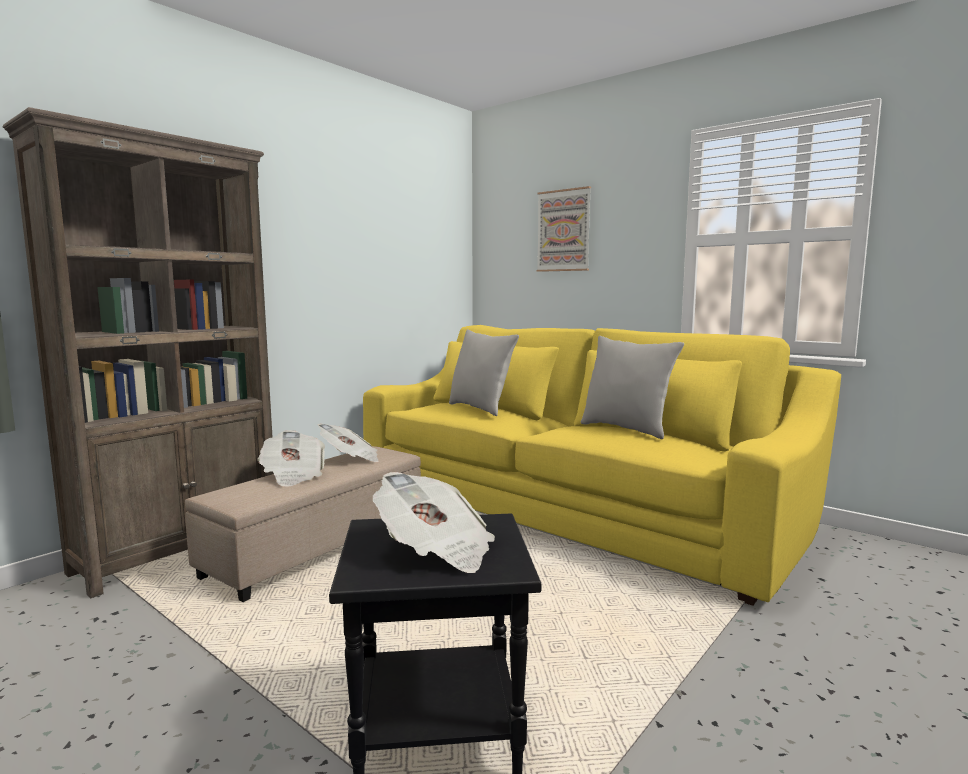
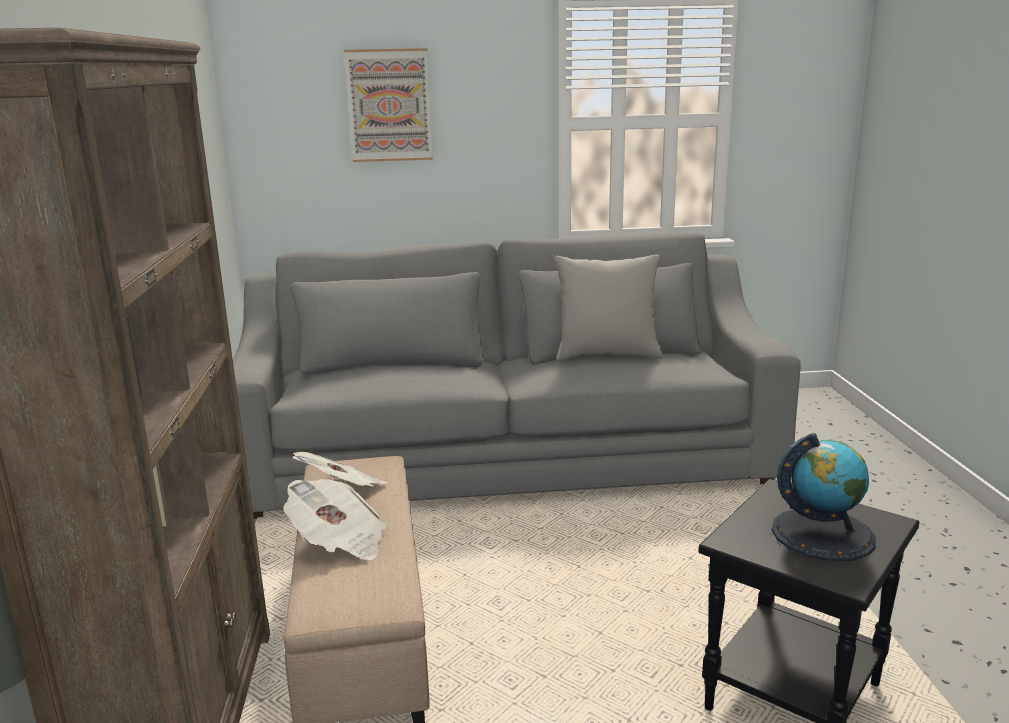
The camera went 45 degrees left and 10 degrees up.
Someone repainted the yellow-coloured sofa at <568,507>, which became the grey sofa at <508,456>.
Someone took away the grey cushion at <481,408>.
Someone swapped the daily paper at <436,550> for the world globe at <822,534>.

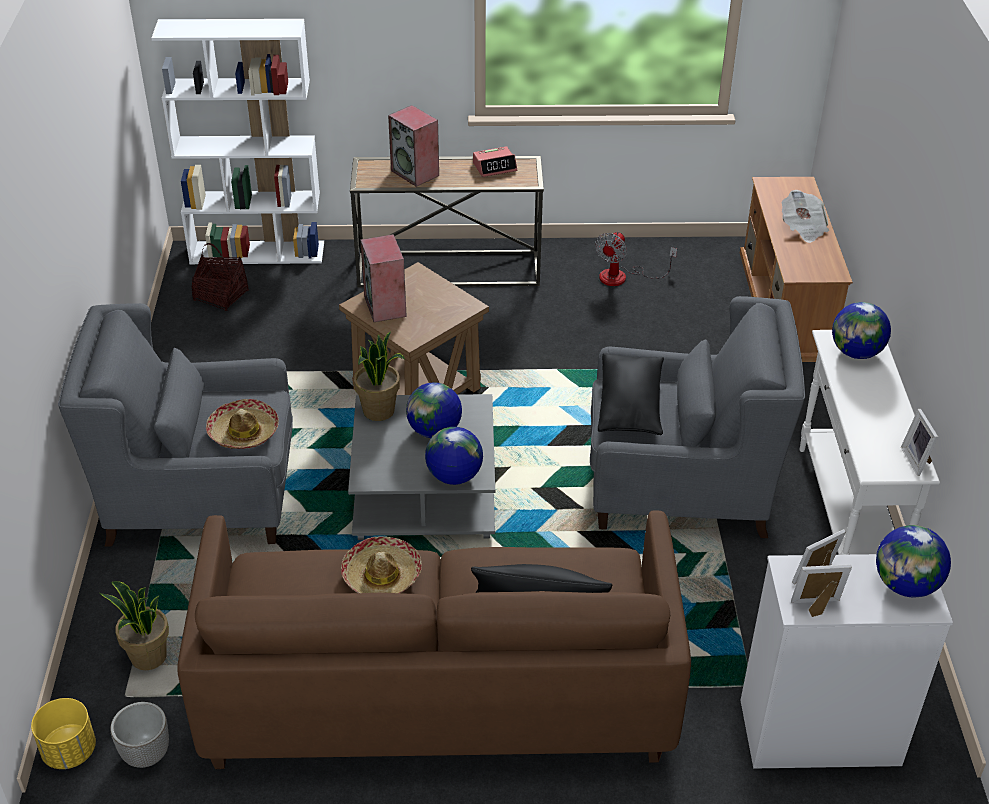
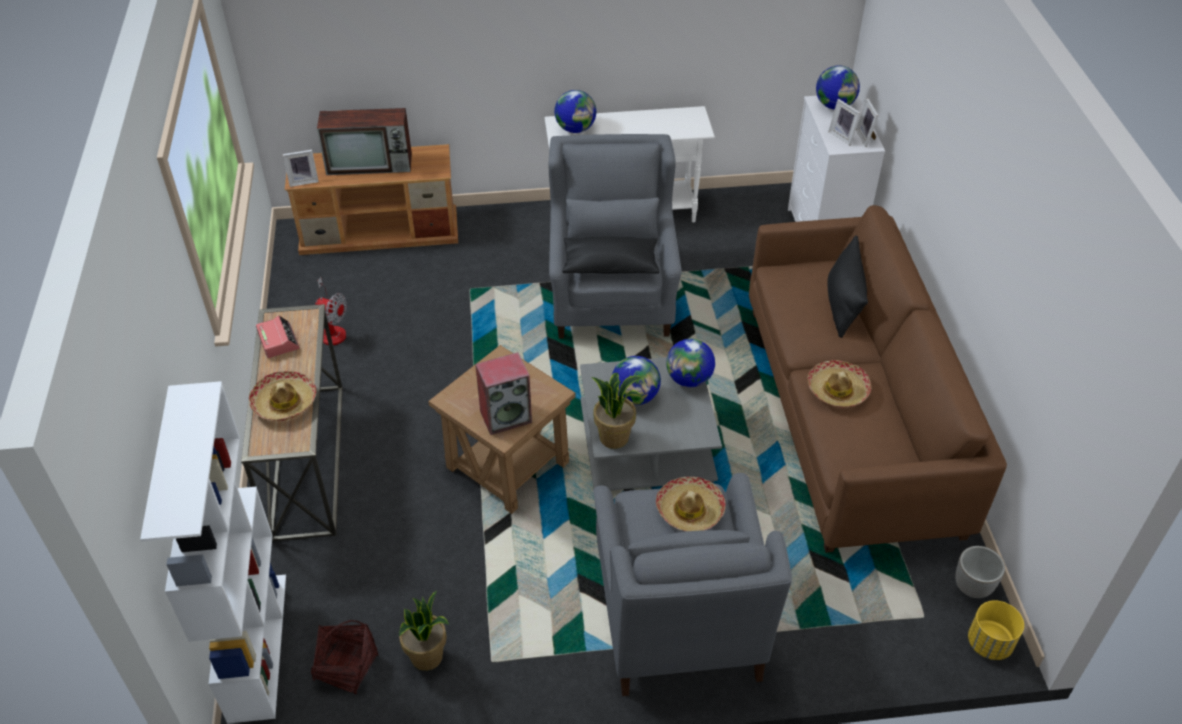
The camera went 95 degrees left and 5 degrees up.
Someone swapped the speaker at <416,173> for the clothing hat at <284,402>.
Someone swapped the daily paper at <803,228> for the television at <371,164>.
Someone carried the standing frame from <917,460> to <303,181>.
Someone carried the potted plant from <148,657> to <427,657>.

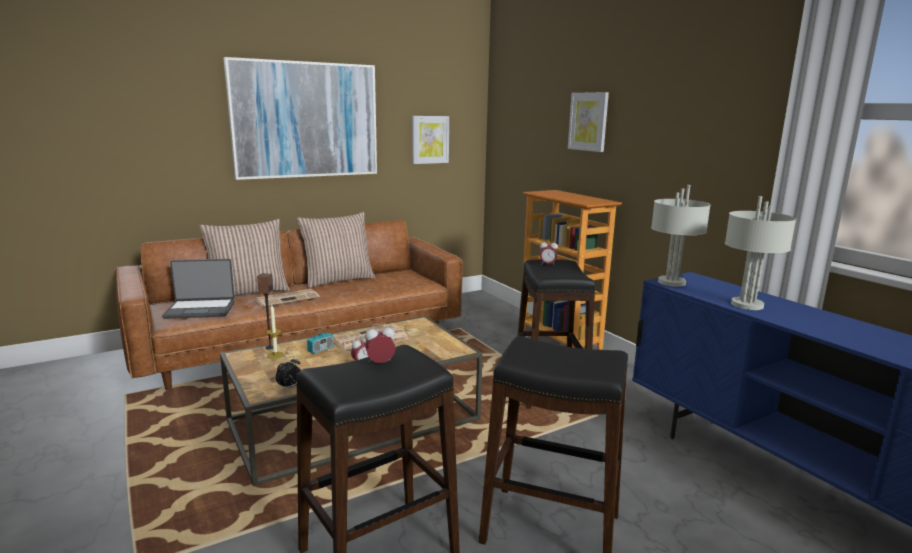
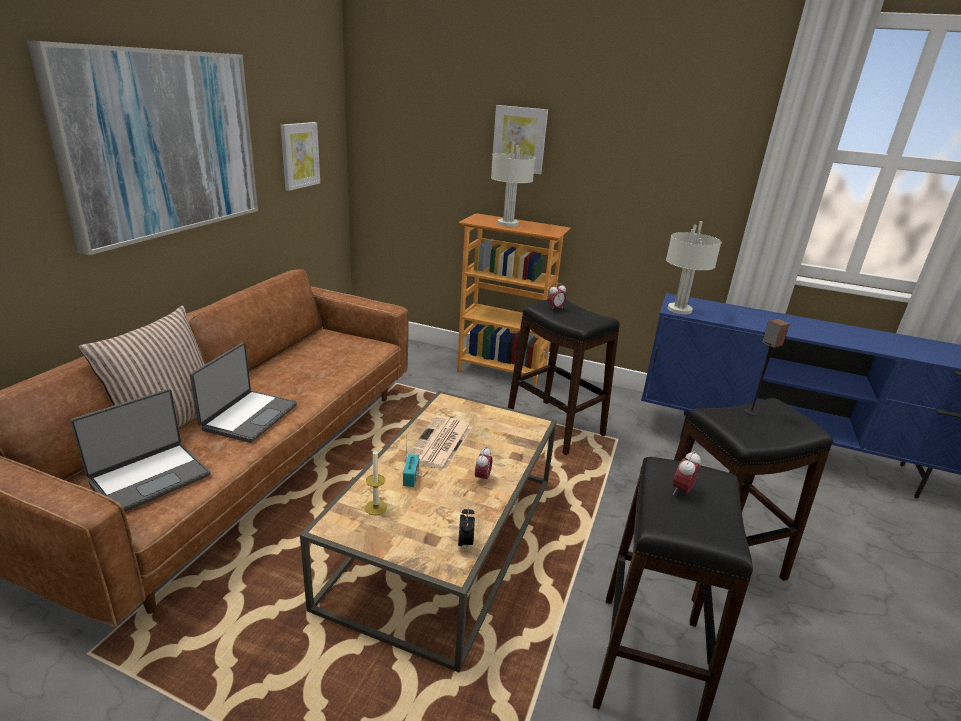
The camera went 40 degrees left and 10 degrees up.
Someone carried the grey table lamp from <746,304> to <507,223>.
Someone took away the cushion at <338,280>.
Someone carried the speaker from <270,347> to <751,412>.
Someone swapped the daily paper at <288,298> for the laptop at <248,417>.

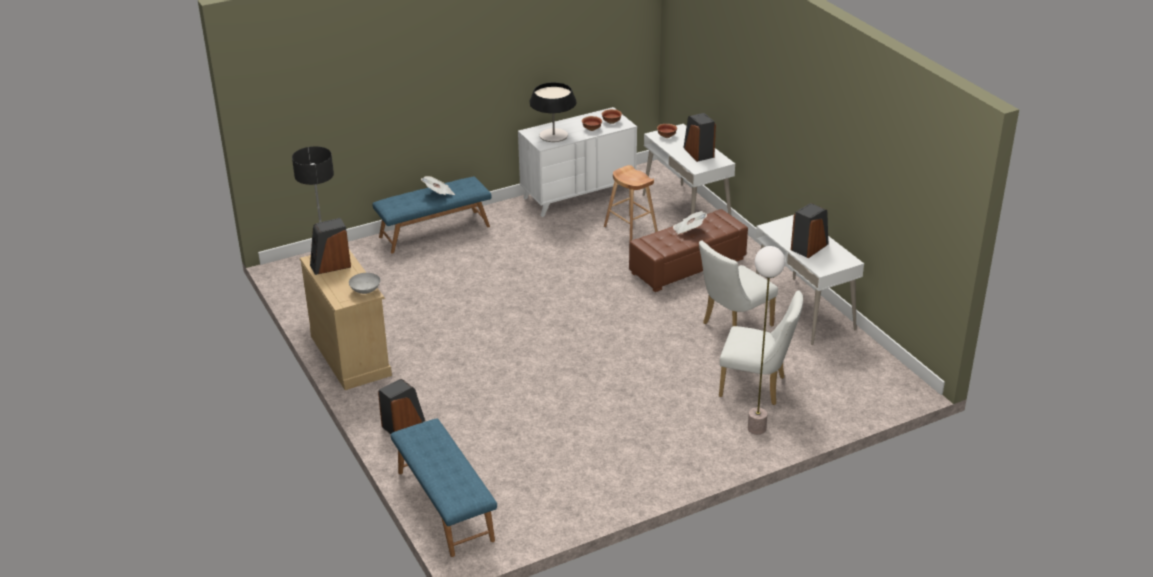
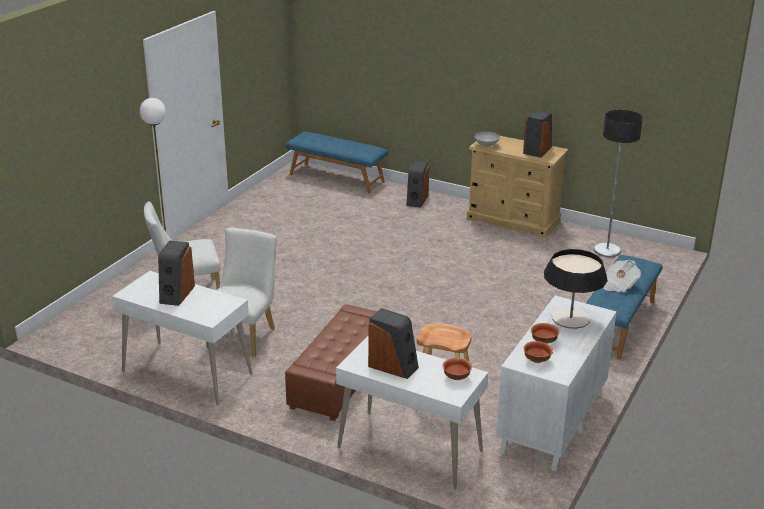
The camera went 145 degrees right and 5 degrees down.
Someone took away the daily paper at <688,230>.

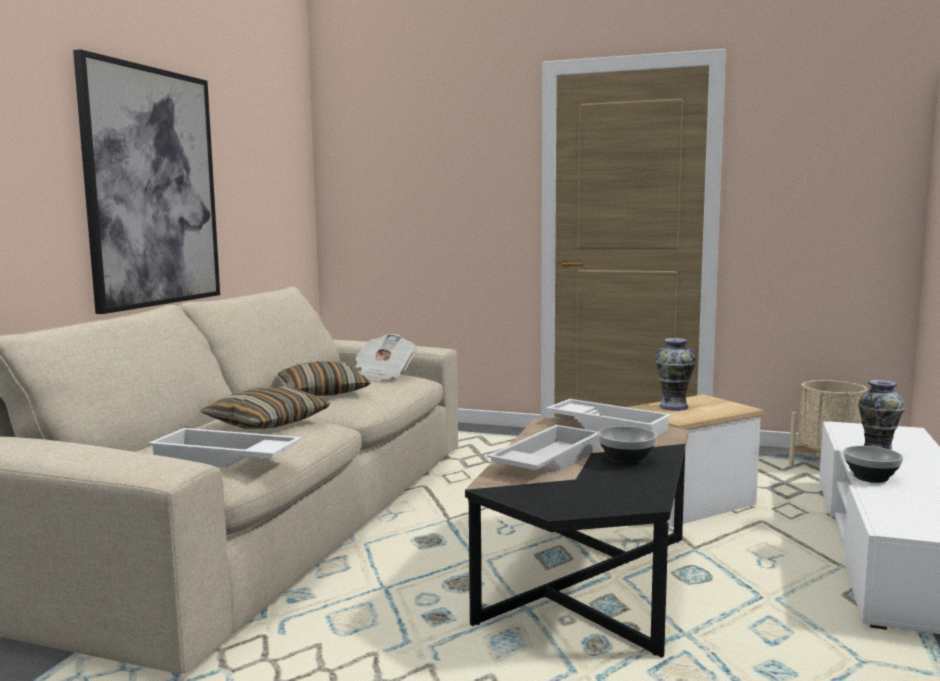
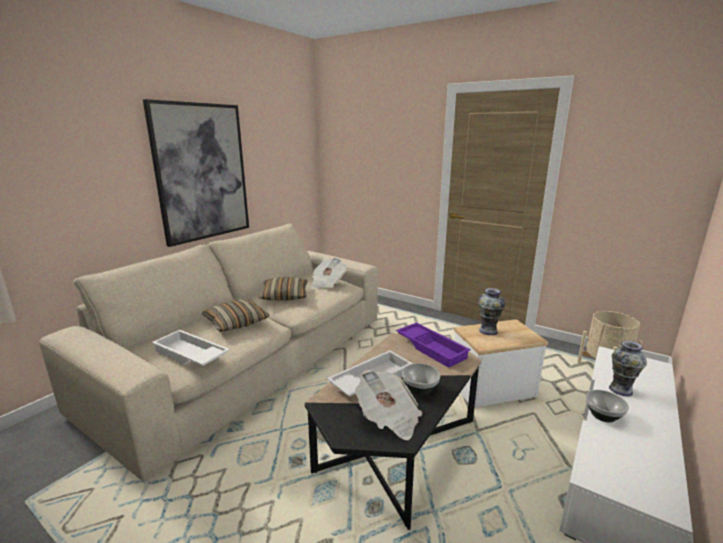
The camera went 15 degrees right and 10 degrees up.
Someone repainted the white-coloured carrying tray at <609,426>, which became the purple-coloured carrying tray at <432,348>.
Someone put down the daily paper at <389,418>.

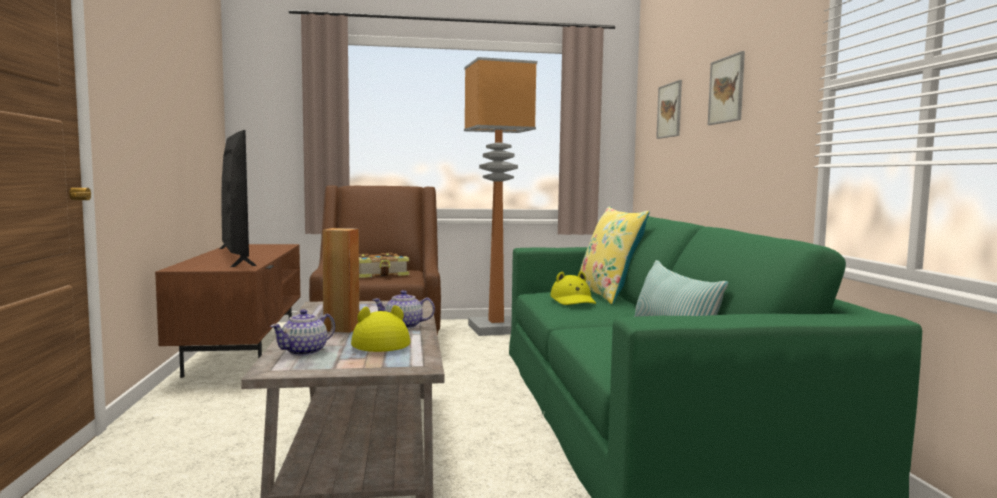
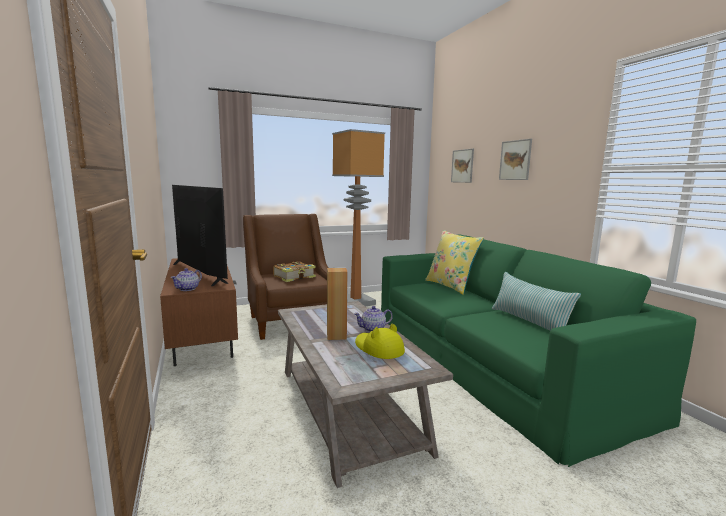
The camera went 15 degrees left and 5 degrees up.
Someone took away the yellow-coloured clothing hat at <573,301>.
Someone carried the pot for tea from <305,352> to <188,289>.

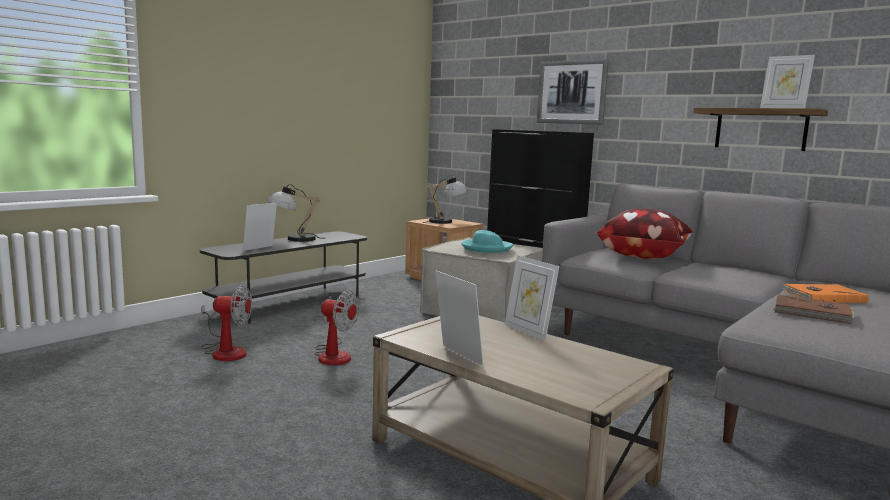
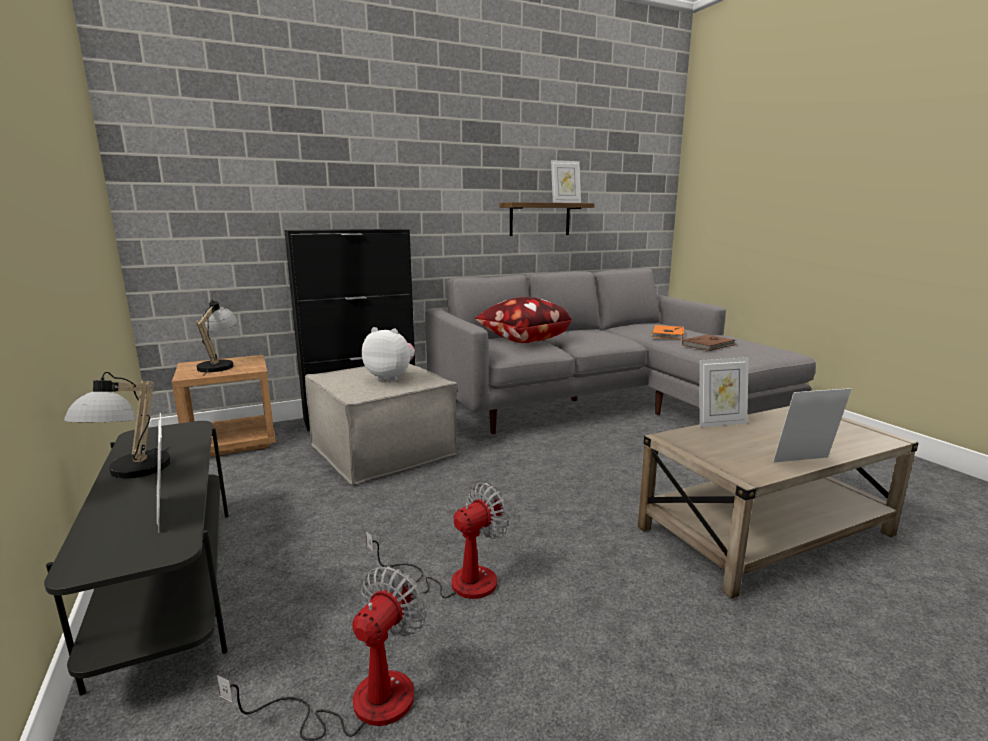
The camera went 65 degrees left and 5 degrees up.
Someone took away the picture at <572,92>.
Someone swapped the turquoise clothing hat at <486,248> for the soft toy at <391,377>.

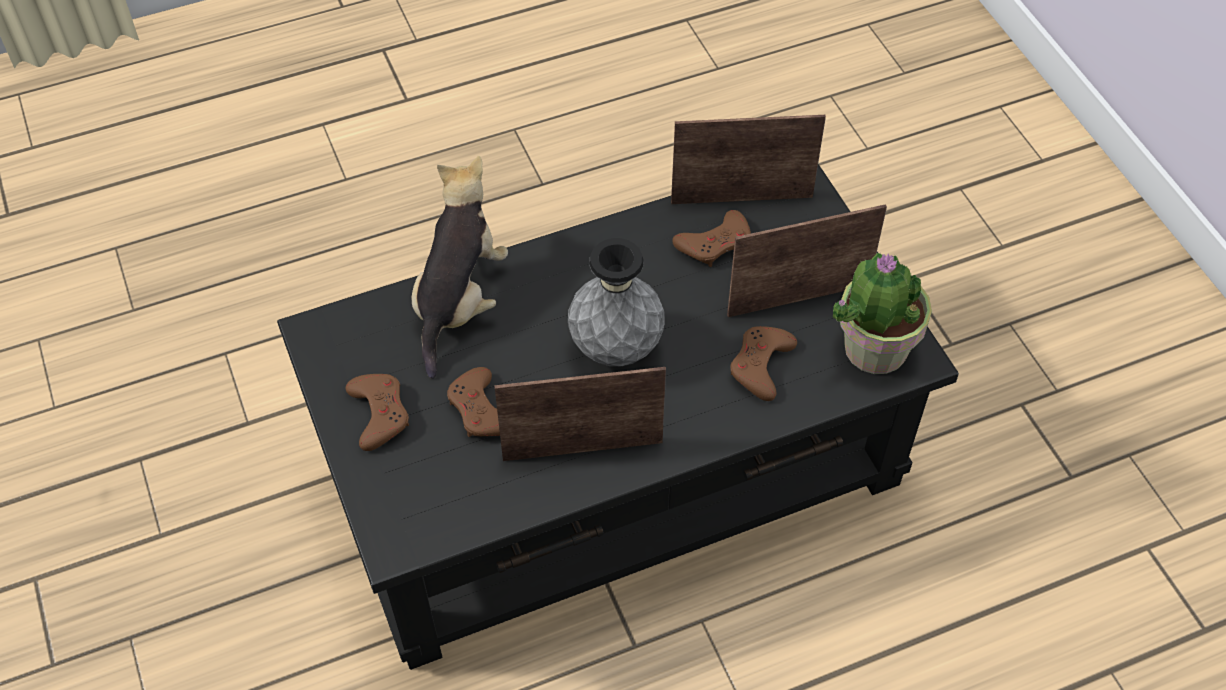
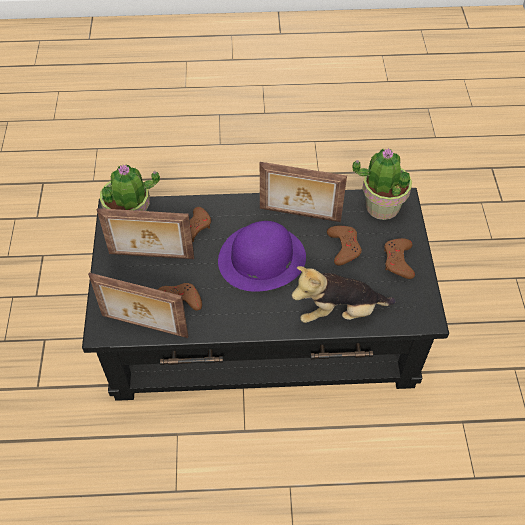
The camera went 160 degrees left and 0 degrees up.
Someone rotated the soft toy at <459,300> by 45 degrees clockwise.
Someone swapped the grey decorative vase at <616,348> for the purple-coloured clothing hat at <261,258>.
Someone put down the potted plant at <381,206>.

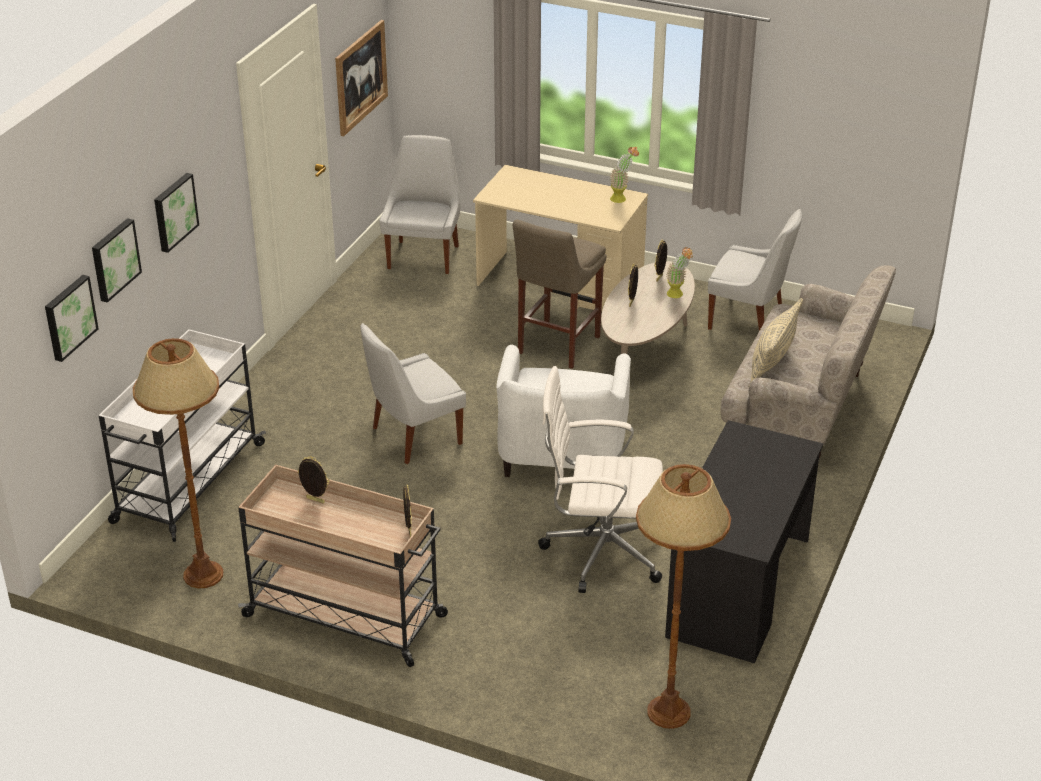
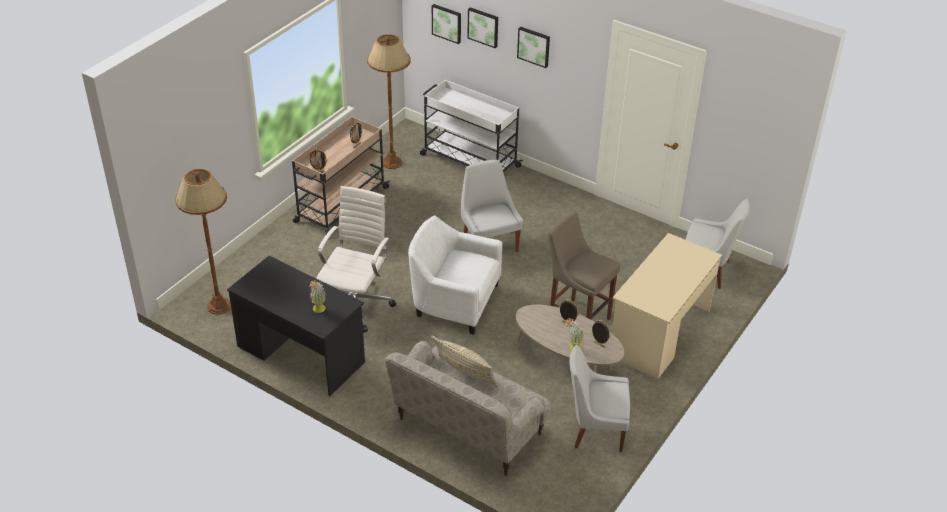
The camera went 100 degrees right and 5 degrees up.
Someone took away the picture at <361,77>.
Someone carried the potted plant from <622,198> to <318,311>.
Someone rotated the white-coloured chair at <749,320> by 60 degrees clockwise.

